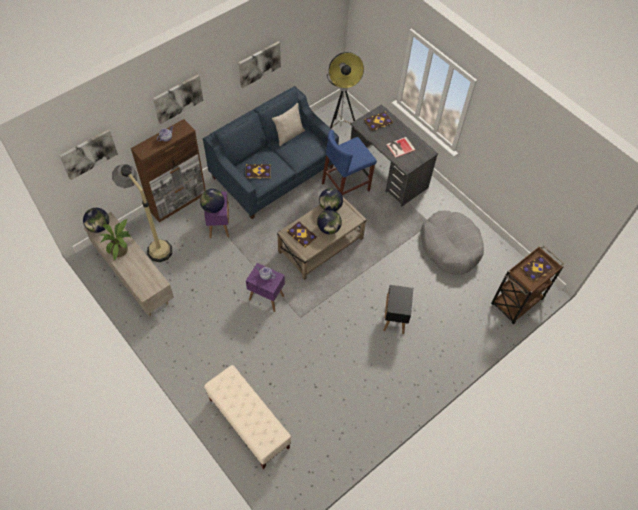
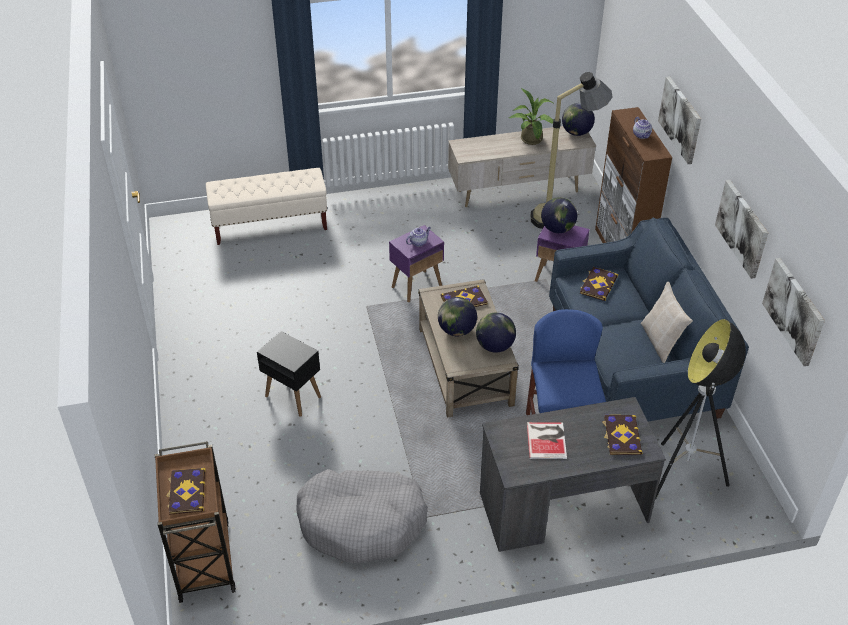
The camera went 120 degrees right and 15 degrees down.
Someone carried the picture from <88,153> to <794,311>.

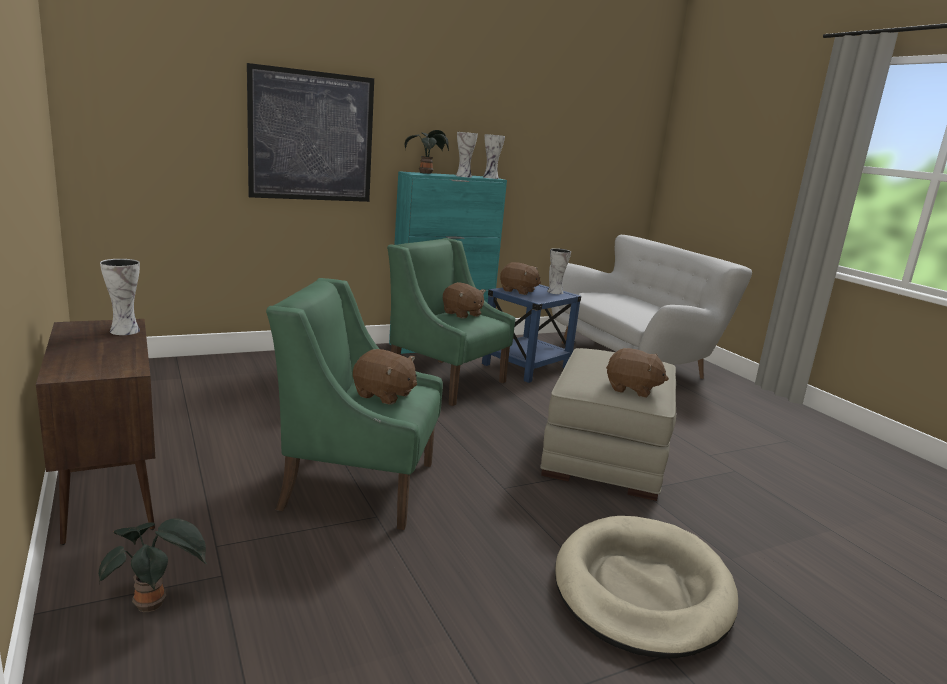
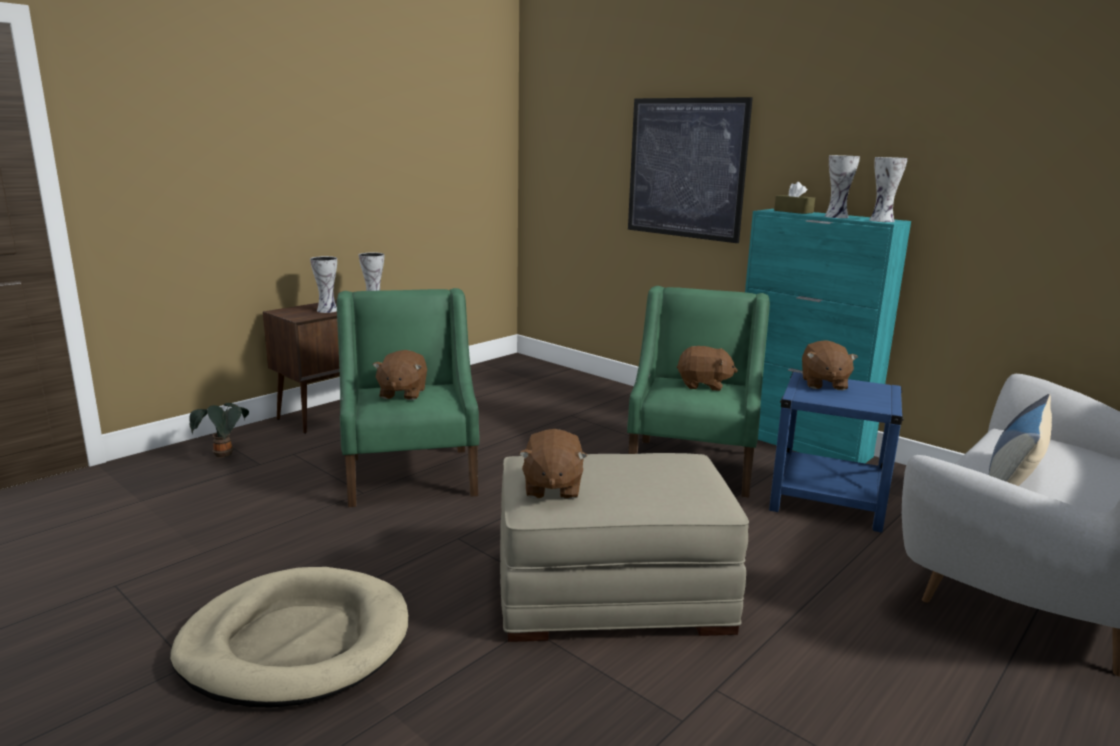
The camera went 70 degrees right and 0 degrees up.
Someone swapped the potted plant at <426,173> for the brownish box of tissues at <793,211>.
Someone carried the decorative vase from <554,292> to <328,310>.
Someone rotated the brownish soft toy at <462,314> by 105 degrees counterclockwise.
Someone put down the cushion at <1013,481>.

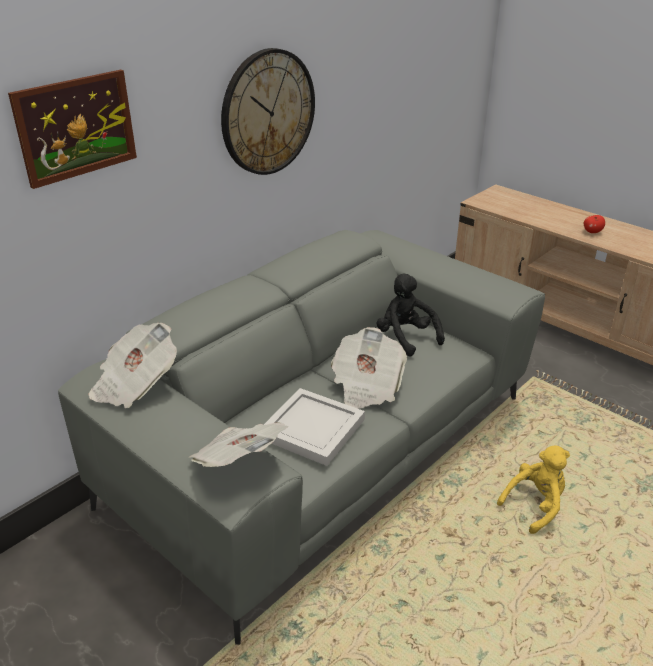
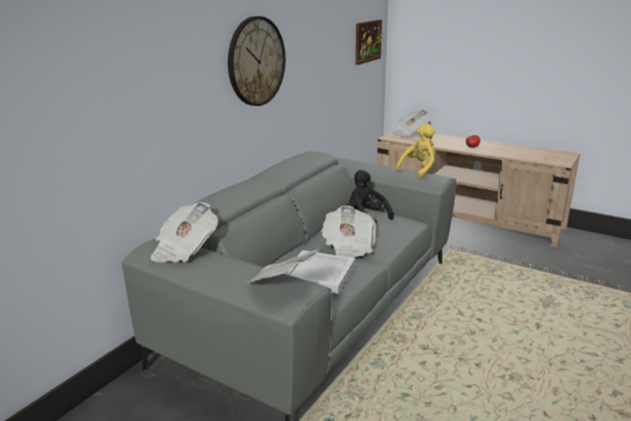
The camera went 10 degrees left and 10 degrees down.
Someone carried the picture from <76,127> to <368,41>.
Someone carried the yellow-coloured soft toy from <535,505> to <418,170>.
Someone put down the daily paper at <409,134>.

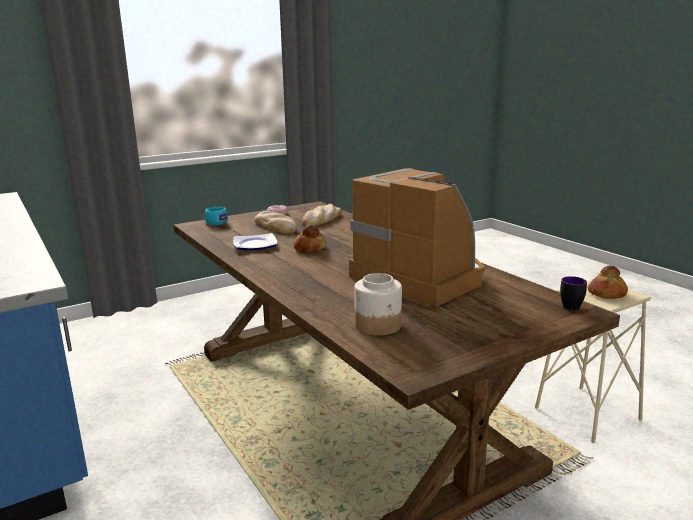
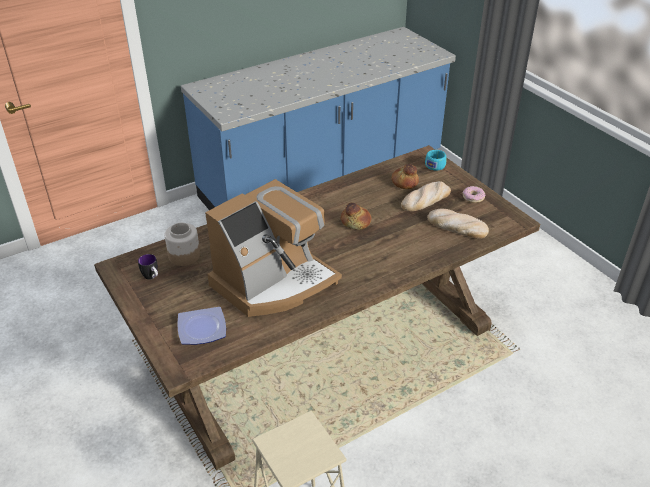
The camera went 90 degrees right and 20 degrees up.
Someone carried the flat dish from <256,245> to <203,329>.
Someone carried the baked bread from <607,294> to <404,182>.
Someone carried the mug from <573,305> to <152,277>.

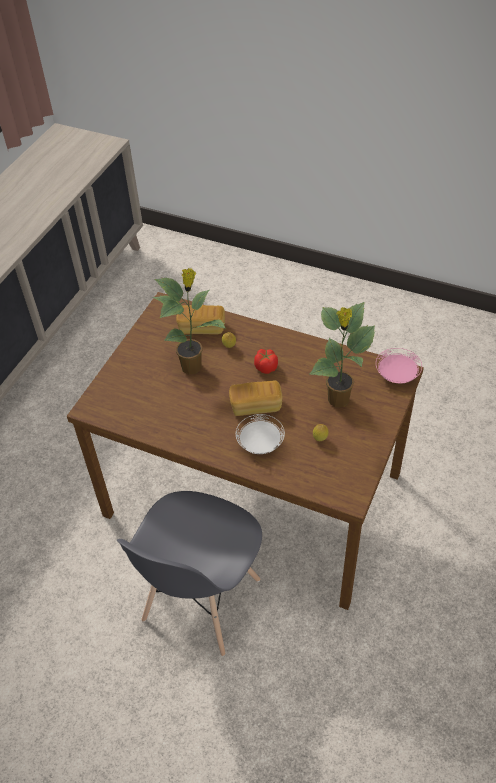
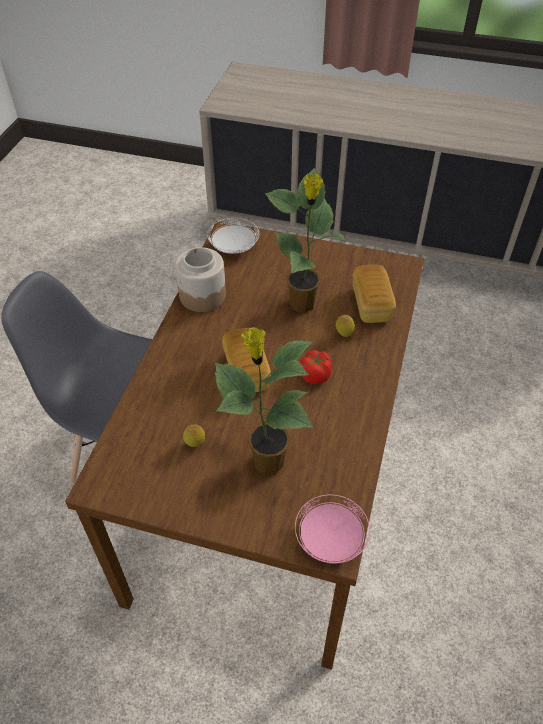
The camera went 80 degrees right and 0 degrees up.
Someone carried the white-coloured flat dish from <260,443> to <233,247>.
Someone put down the preserve jar at <202,295>.

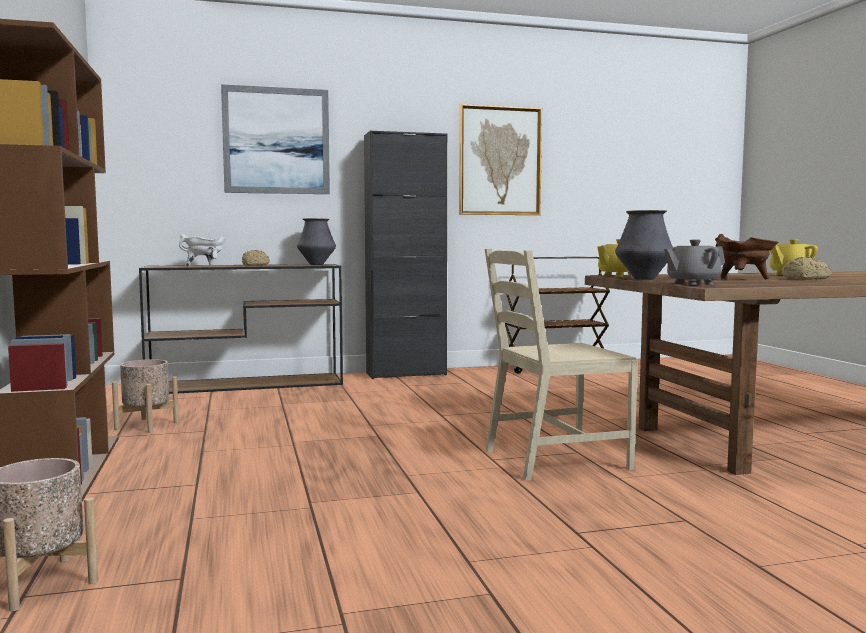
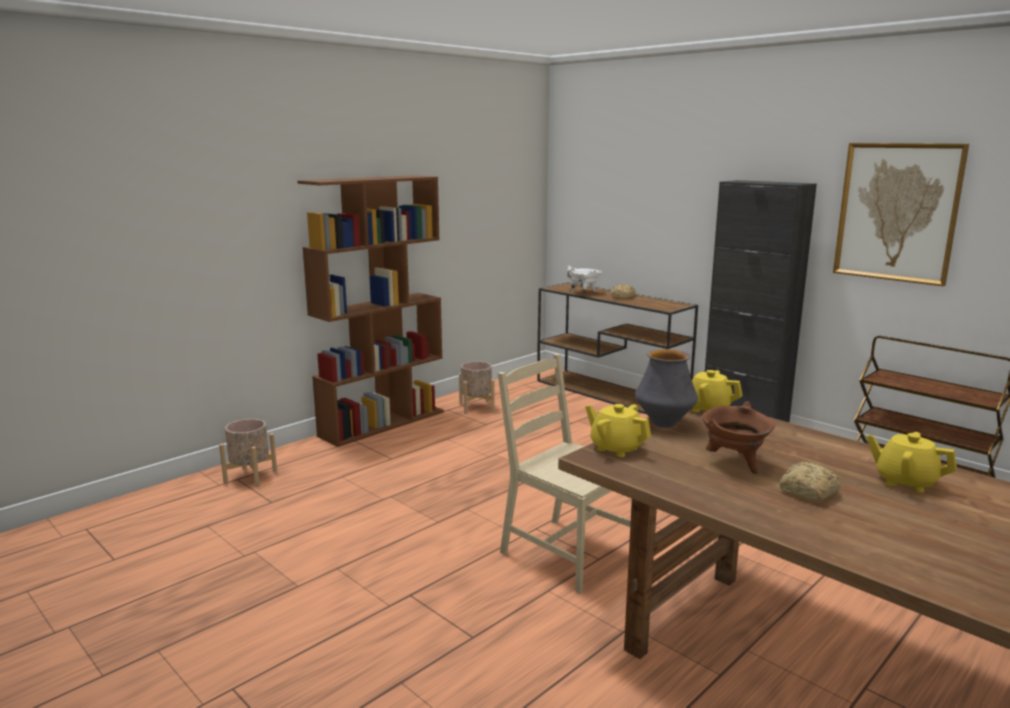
The camera went 60 degrees right and 10 degrees up.
Someone took away the picture at <276,141>.
Someone took away the decorative vase at <316,264>.
Someone repainted the grey pot for tea at <692,283>, which became the yellow-coloured pot for tea at <616,448>.

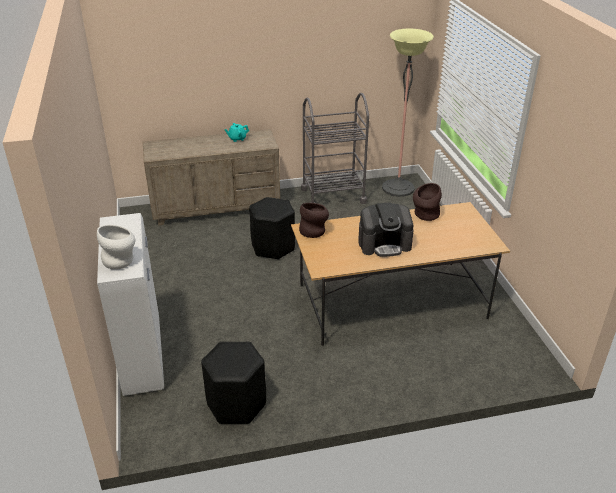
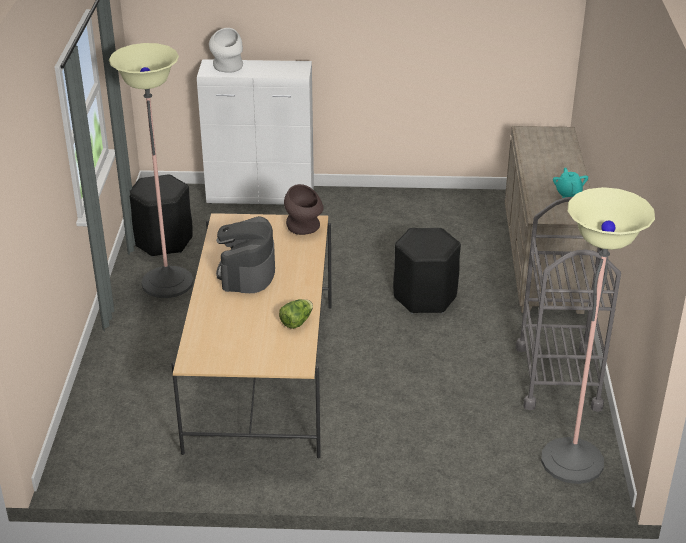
The camera went 105 degrees right and 0 degrees up.
Someone swapped the brownish decorative vase at <425,215> for the lettuce head at <297,322>.
Someone put down the standard lamp at <167,283>.

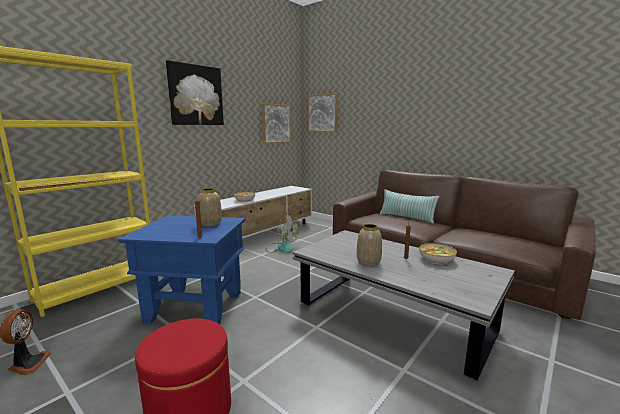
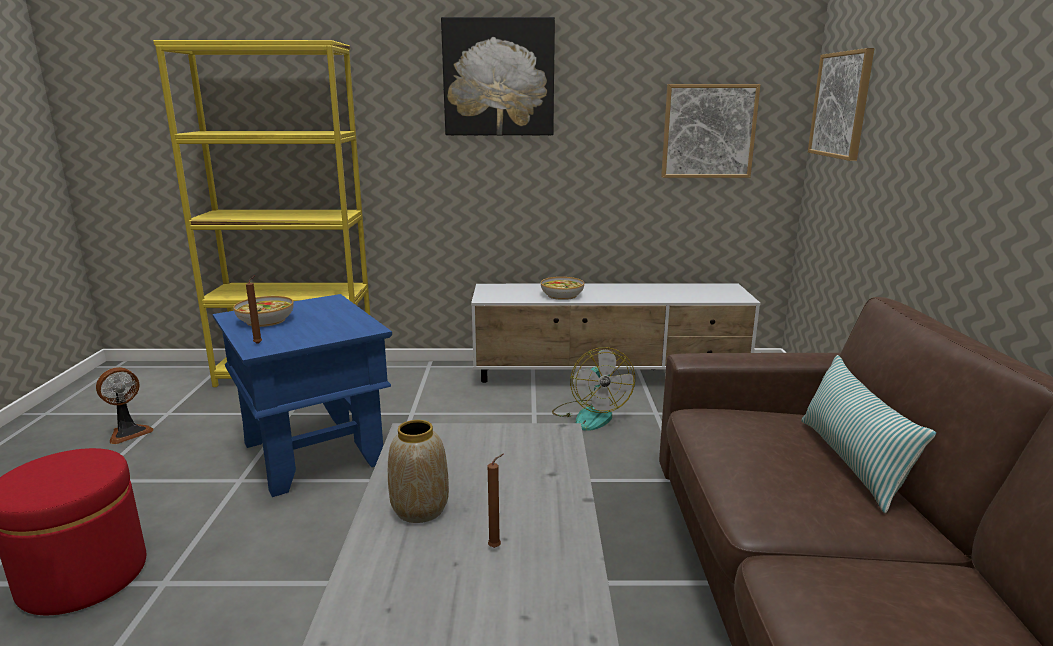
The camera went 50 degrees right and 5 degrees up.
Someone took away the decorative vase at <210,224>.
Someone carried the serving bowl from <436,259> to <266,320>.

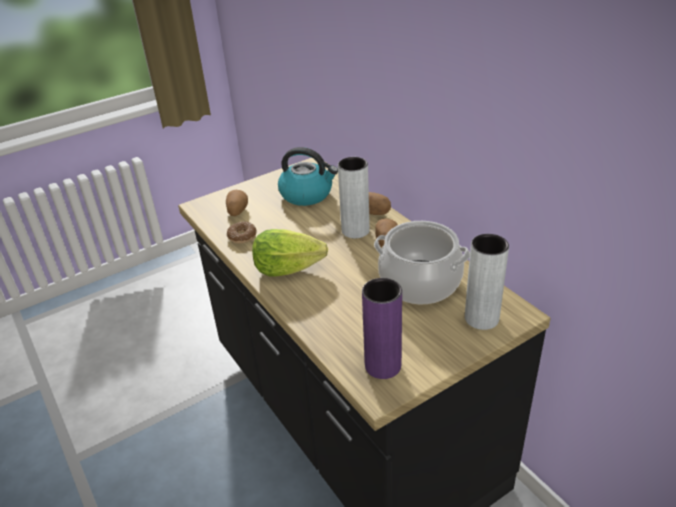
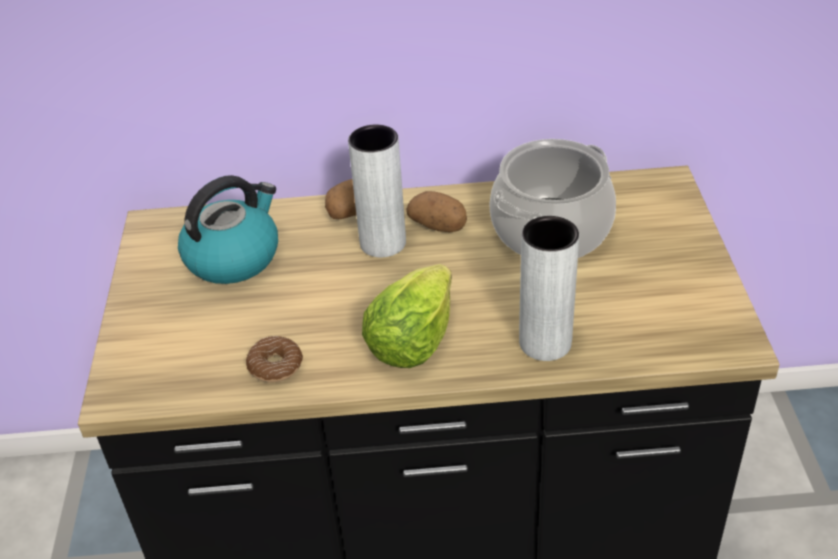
The camera went 60 degrees left and 5 degrees up.
Someone took away the spud at <237,211>.
Someone carried the grey decorative vase from <481,318> to <545,343>.
Someone took away the purple-coloured decorative vase at <383,366>.

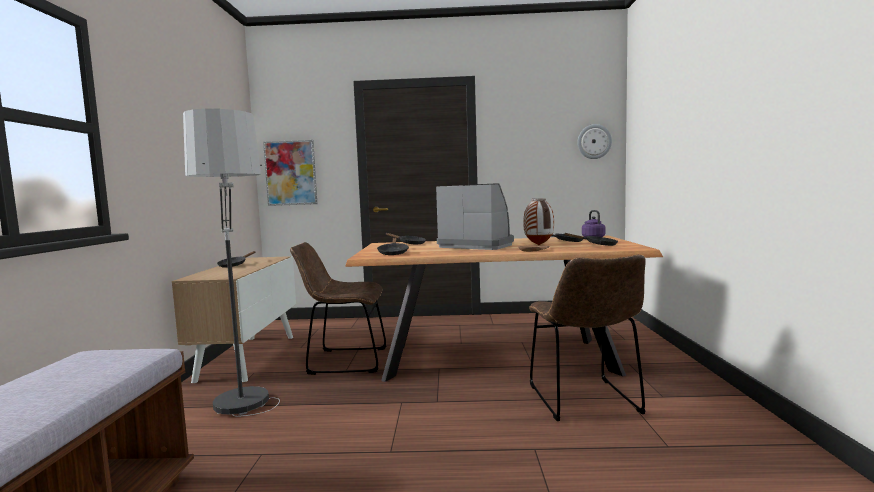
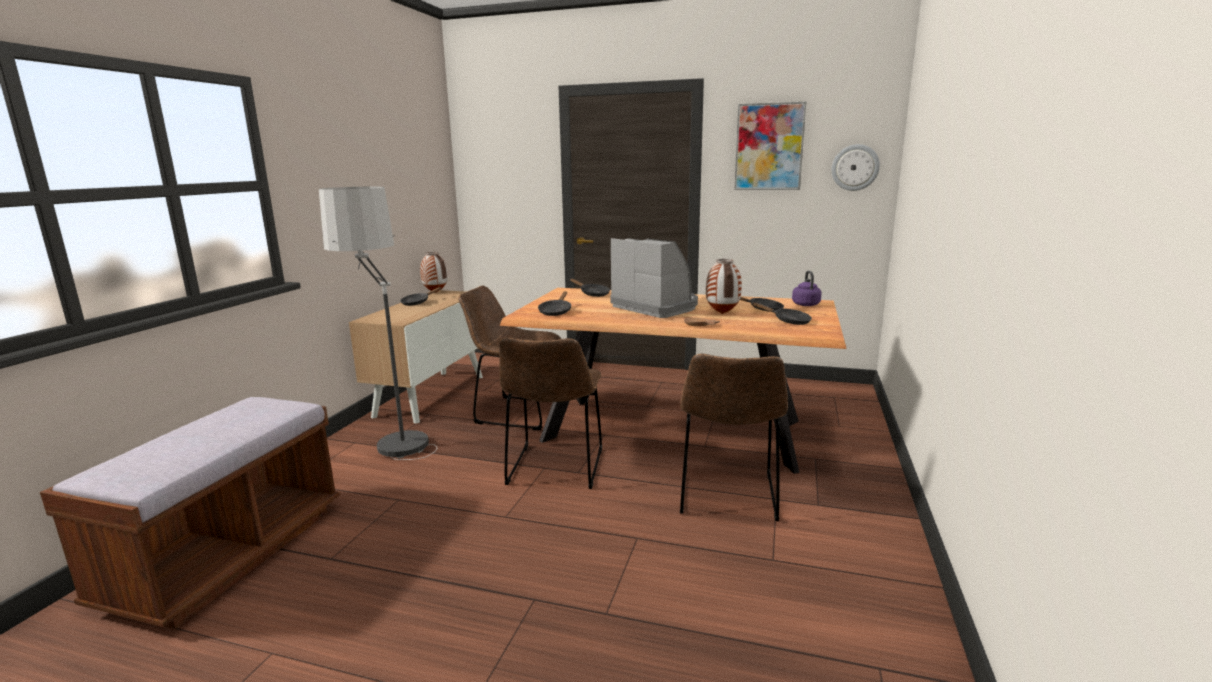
The camera went 15 degrees right and 10 degrees up.
Someone carried the picture from <291,173> to <769,147>.
Someone put down the decorative vase at <435,292>.
Someone put down the brownish chair at <555,470>.

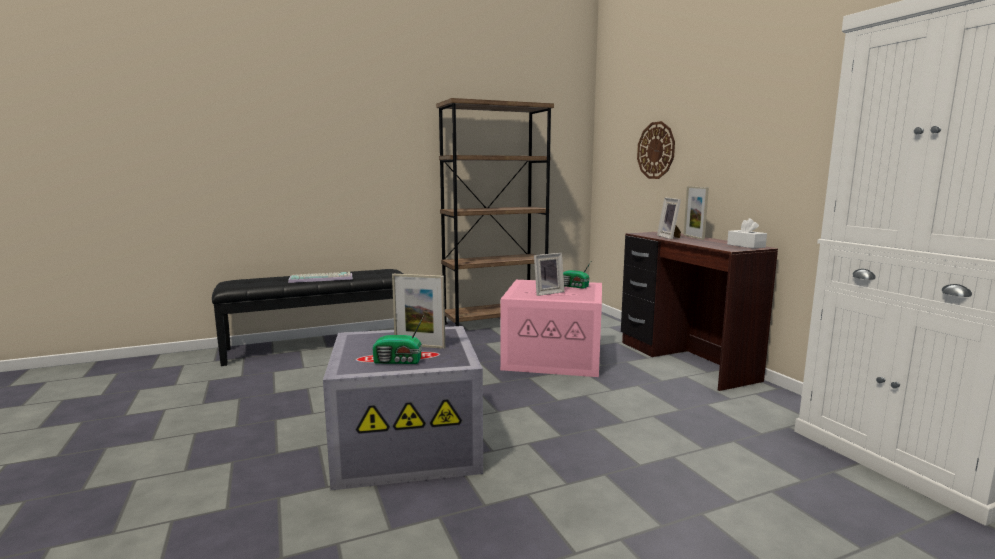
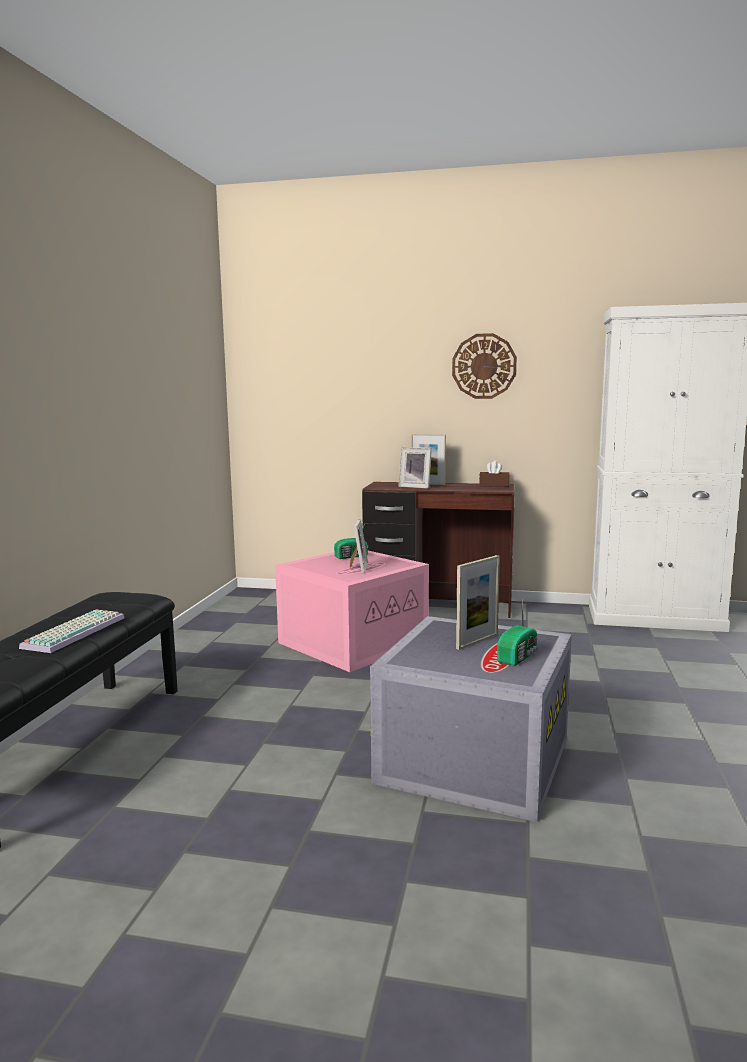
The camera went 55 degrees left and 0 degrees up.
Someone took away the brownish bookshelf at <495,323>.
Someone carried the clock on the wall from <656,150> to <484,366>.
Someone repainted the white-coloured box of tissues at <746,246>, which became the brownish box of tissues at <494,485>.

